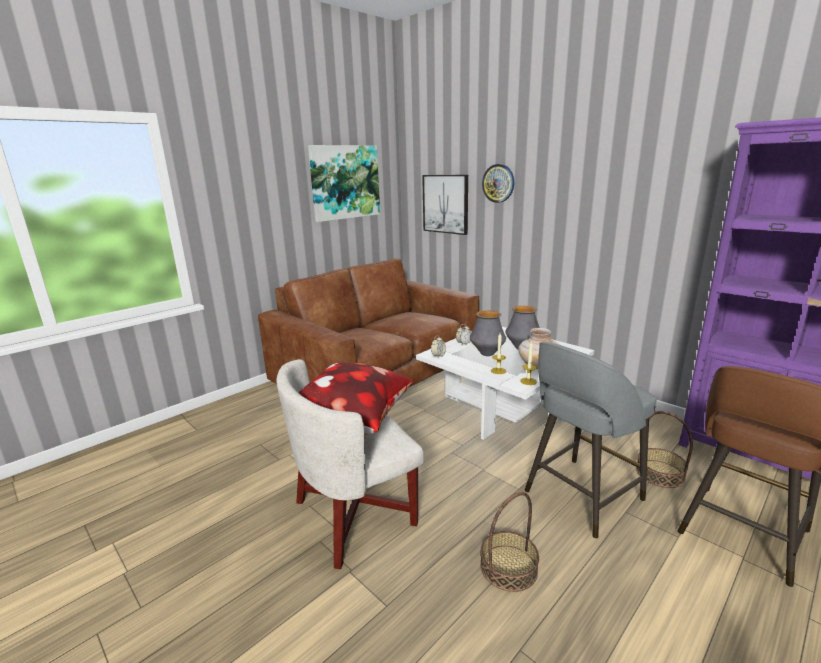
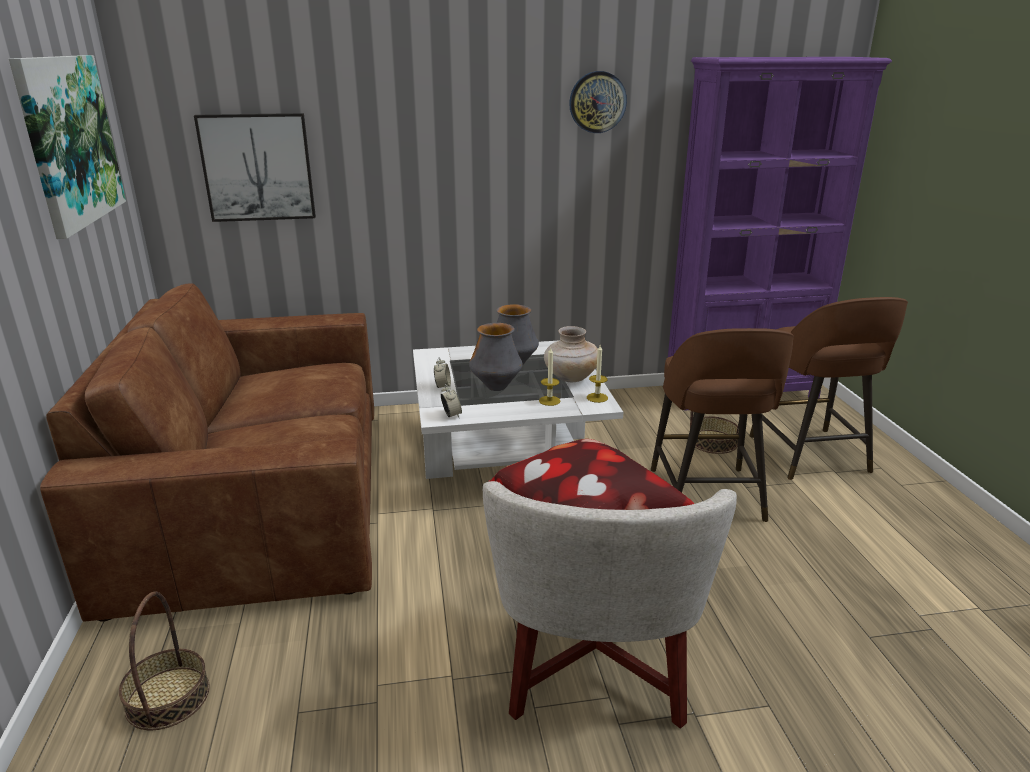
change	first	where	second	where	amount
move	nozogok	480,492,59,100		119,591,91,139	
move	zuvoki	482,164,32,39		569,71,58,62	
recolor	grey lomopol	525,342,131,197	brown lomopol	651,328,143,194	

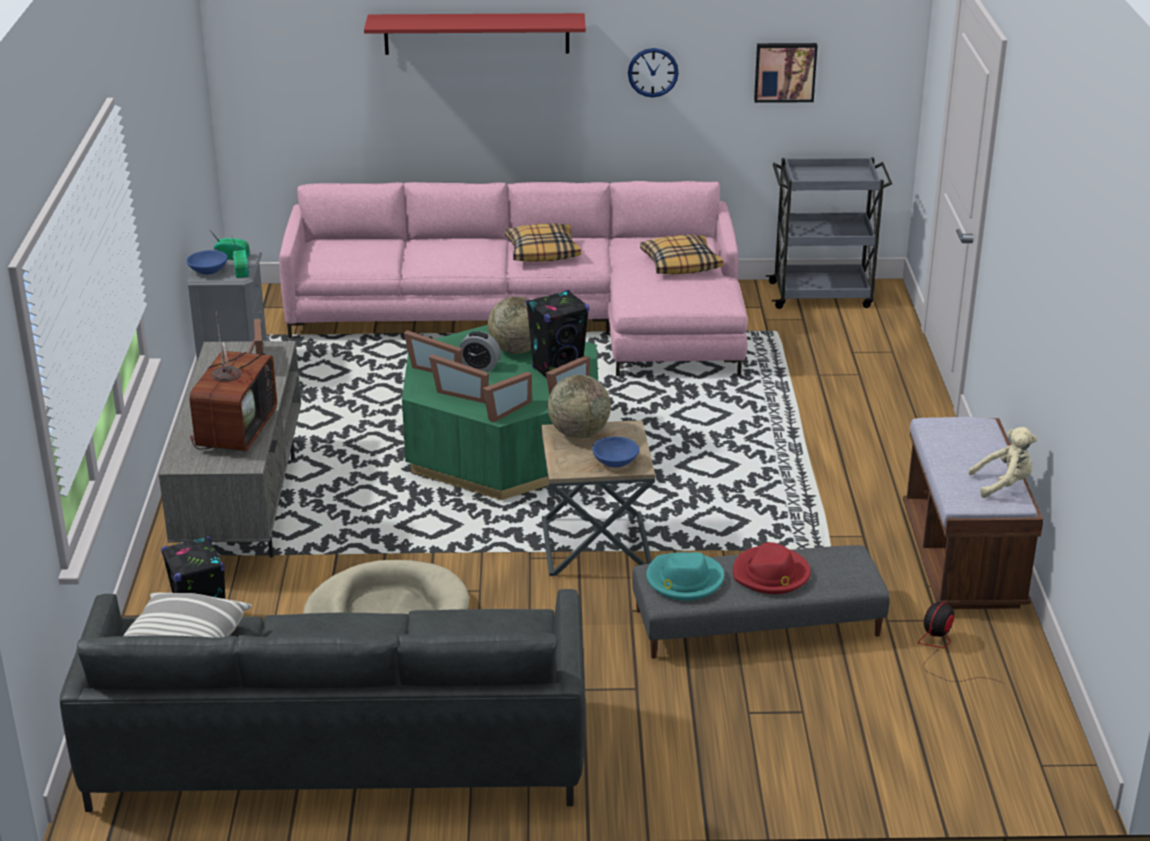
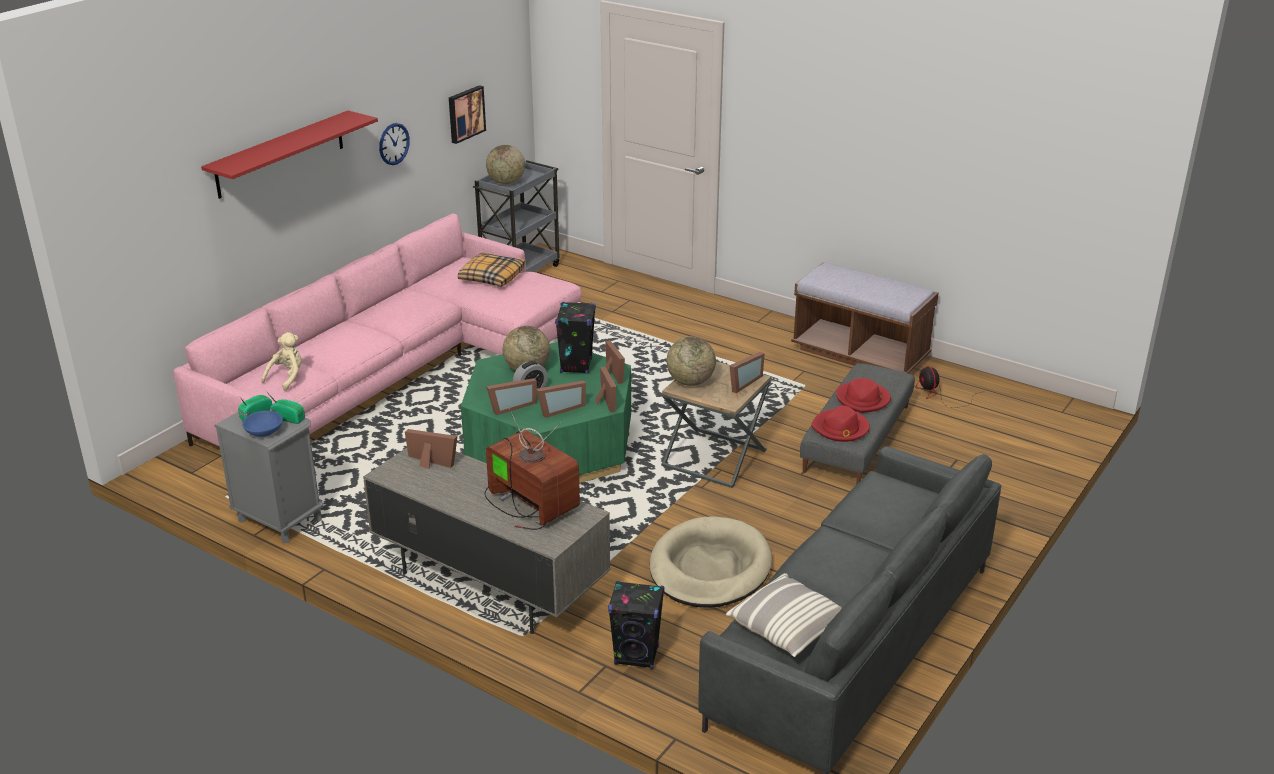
change	first	where	second	where	amount
move	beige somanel	968,427,69,71		261,332,41,59	
insert			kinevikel	486,145,39,39	
replace	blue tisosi	592,436,47,32	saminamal	730,352,35,41	
recolor	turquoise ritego	646,552,78,49	red ritego	811,405,59,37	
delete	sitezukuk	505,223,76,39			

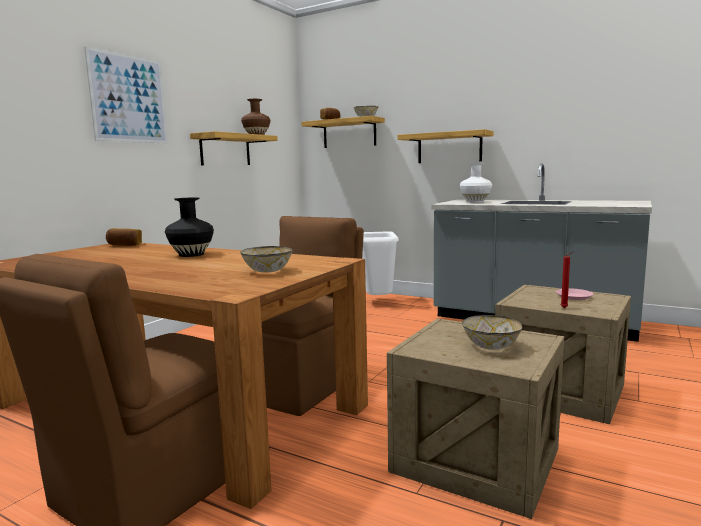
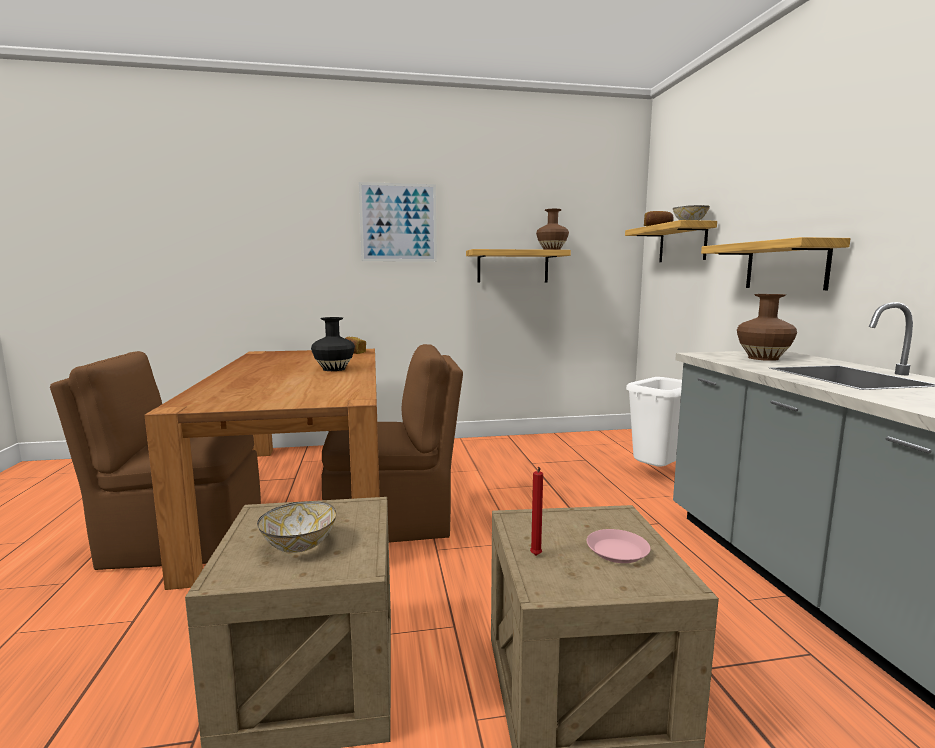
change	first	where	second	where	amount
recolor	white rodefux	459,163,33,40	brown rodefux	737,294,60,67	
delete	tisosi	240,246,53,27			

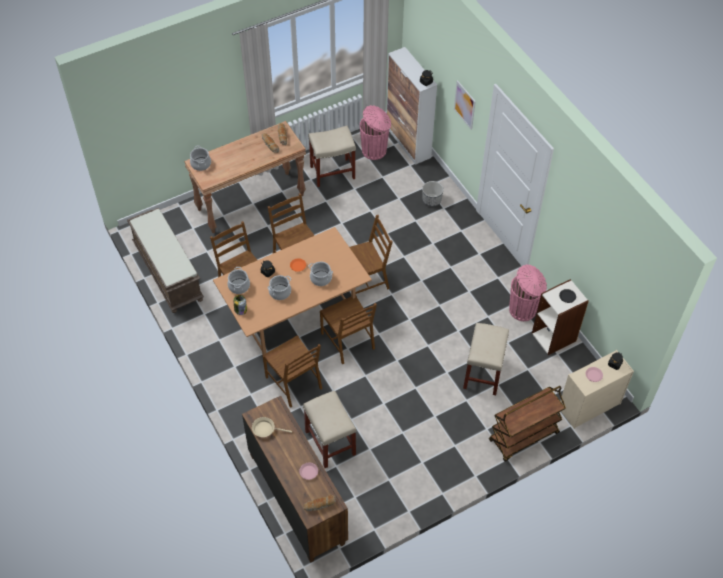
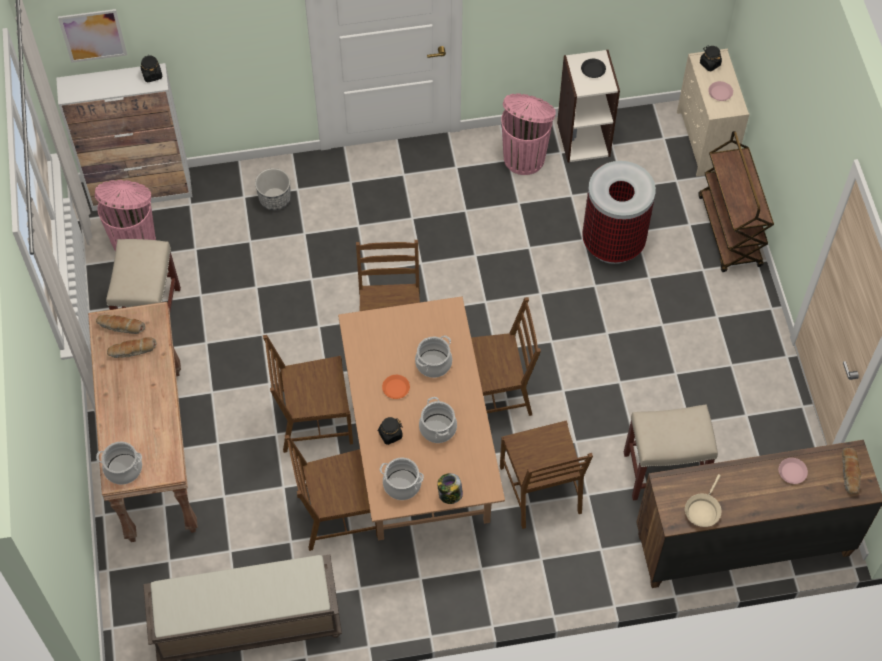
change	first	where	second	where	amount
move	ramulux	454,80,22,50		58,9,69,54	
rotate	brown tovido	263,335,59,73		500,421,93,108	90 degrees clockwise
replace	beige lomopol	463,323,46,72	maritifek	582,161,74,103	

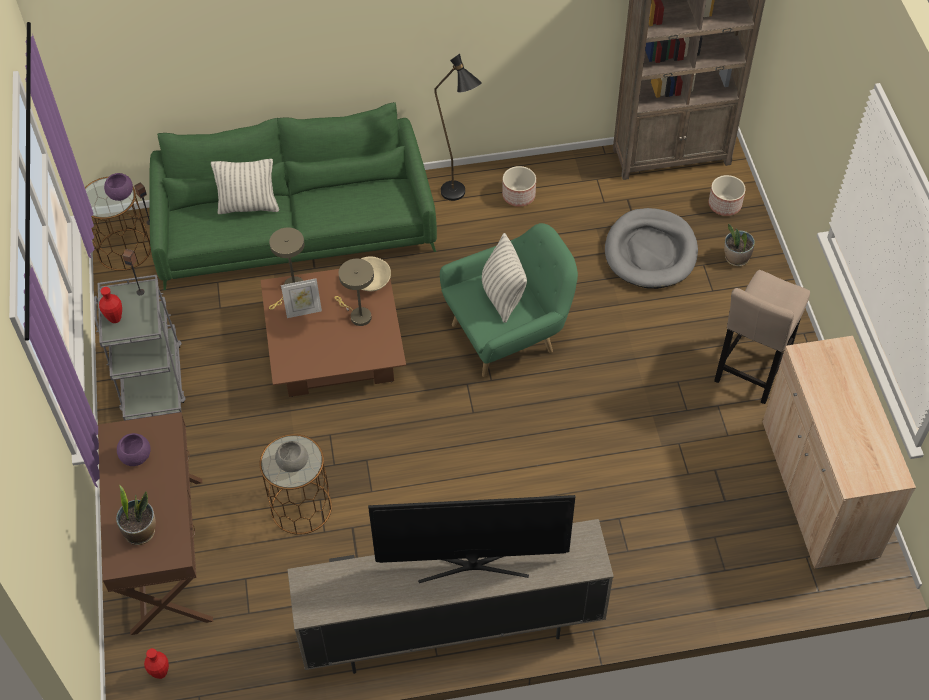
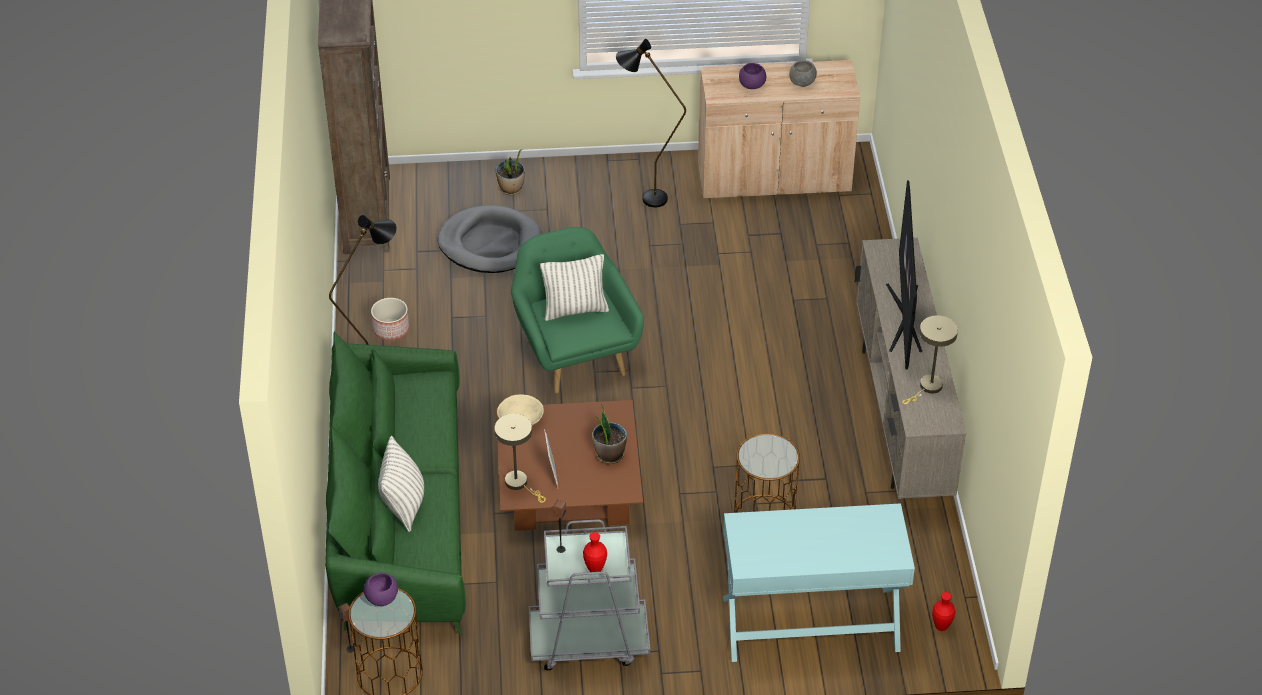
change	first	where	second	where	amount
move	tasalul	116,485,40,60		592,403,35,61	
replace	beige lomopol	714,270,96,134	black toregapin	616,39,70,169	
recolor	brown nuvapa	98,412,115,223	turquoise nuvapa	723,503,192,159	
move	purple tisosi	117,433,34,33		739,63,27,26	
move	grey tisosi	275,441,33,31		789,60,28,27	
move	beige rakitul	334,259,40,67		902,315,56,89	
delete	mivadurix	708,175,38,41			

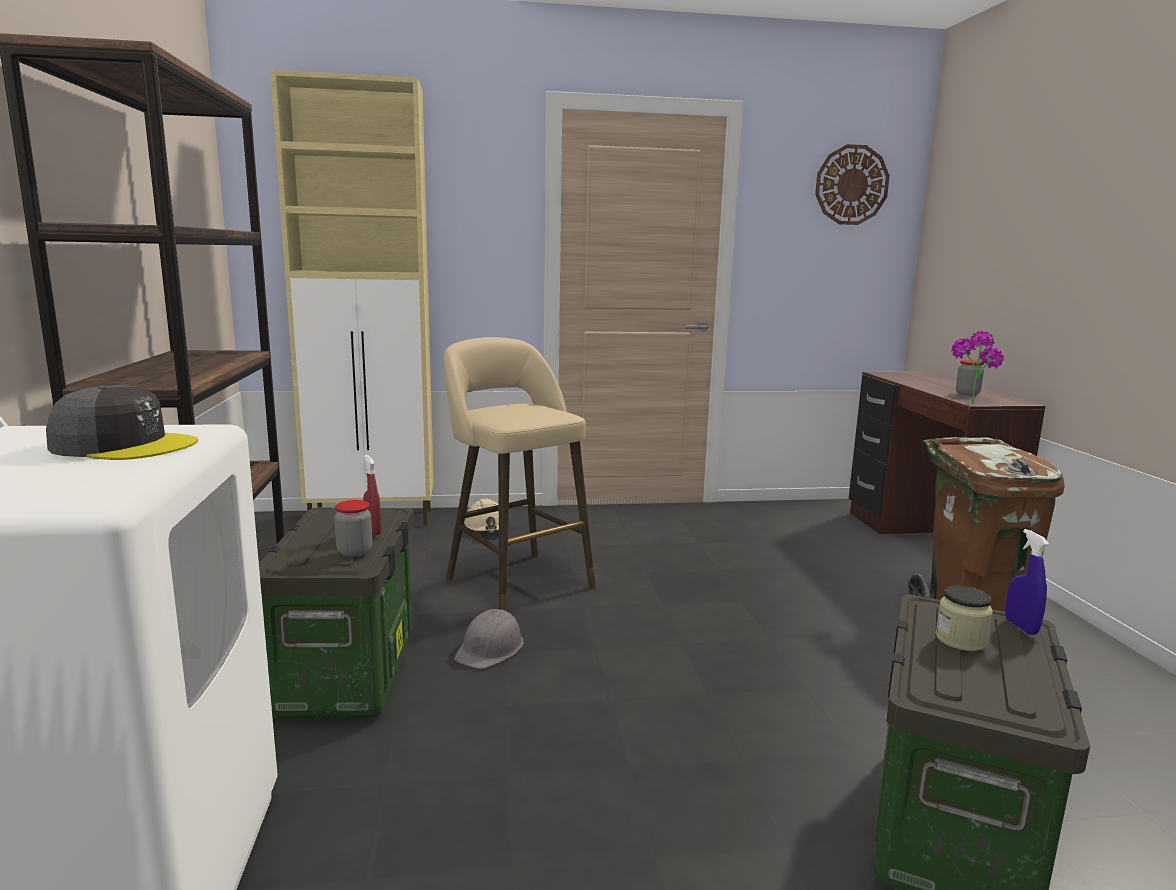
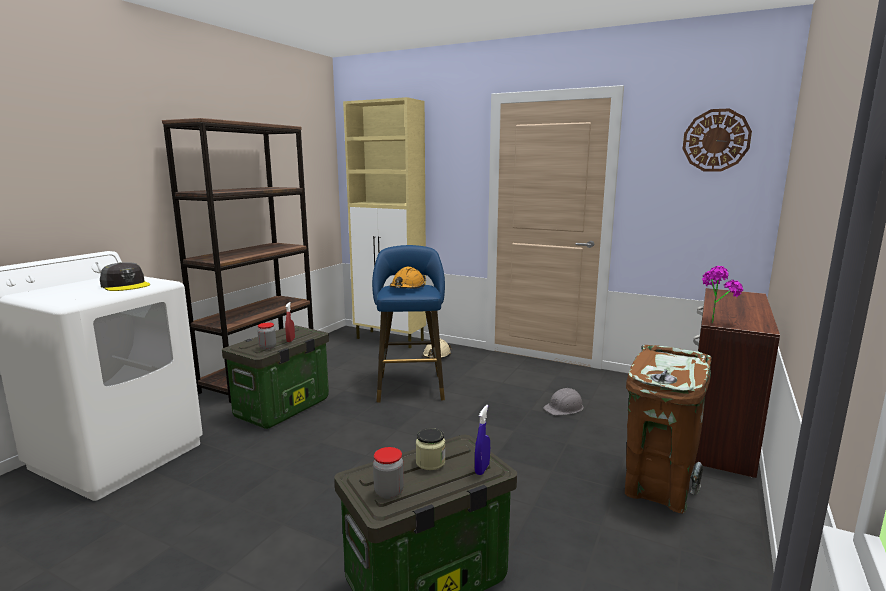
change	first	where	second	where	amount
recolor	beige lomopol	443,337,153,274	blue lomopol	372,245,73,158	
move	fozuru	956,360,28,36		373,447,31,52	
insert			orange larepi	390,267,36,22	
move	grey larepi	454,609,70,60		543,388,40,27	

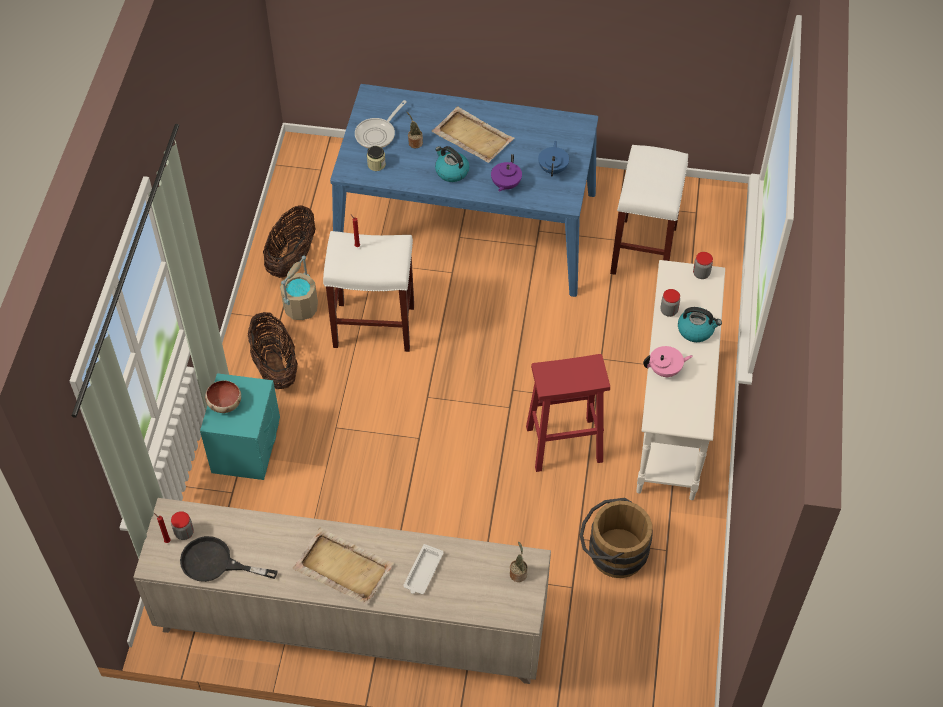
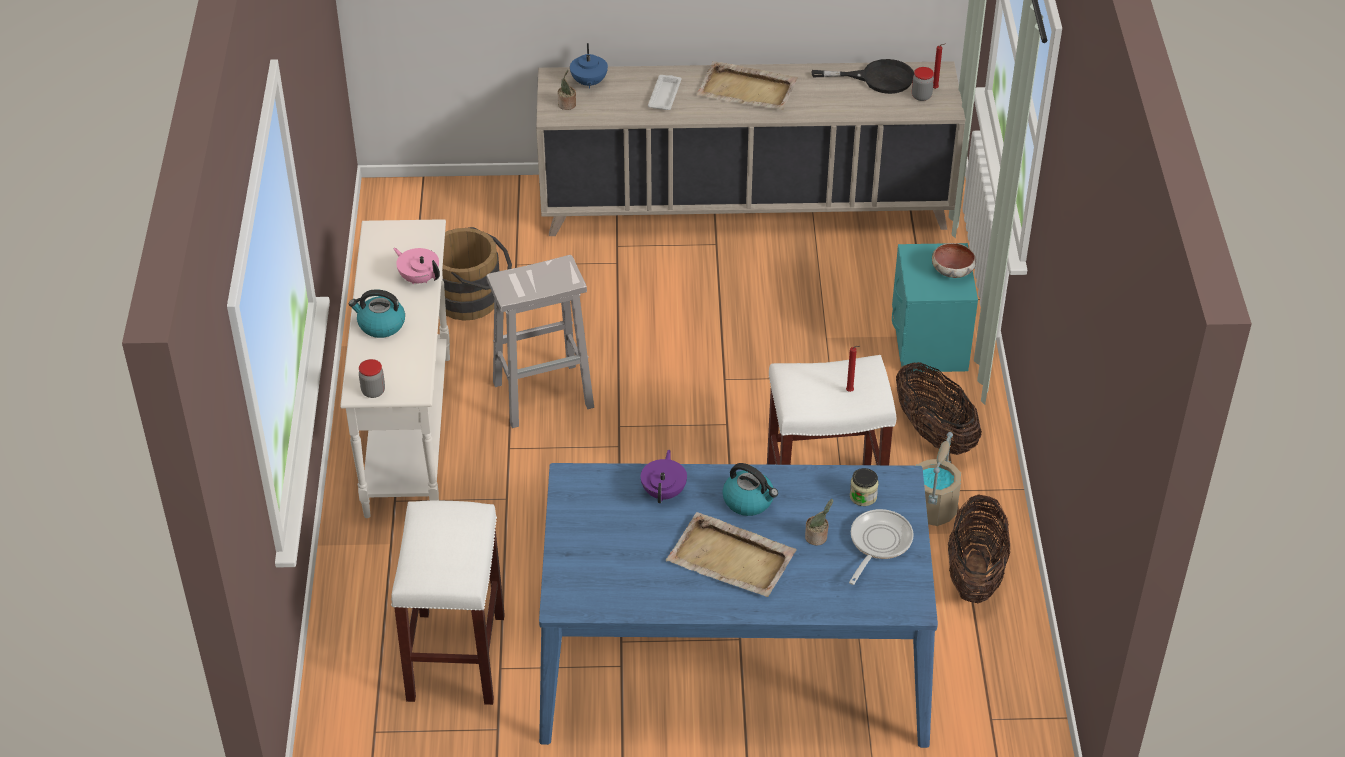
change	first	where	second	where	amount
rotate	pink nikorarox	643,346,50,31		394,248,46,36	60 degrees clockwise
recolor	red lomopol	526,354,84,118	white lomopol	487,255,107,173	
move	blue nikorarox	538,141,31,36		570,43,38,46	
delete	fozuru	660,289,20,28			

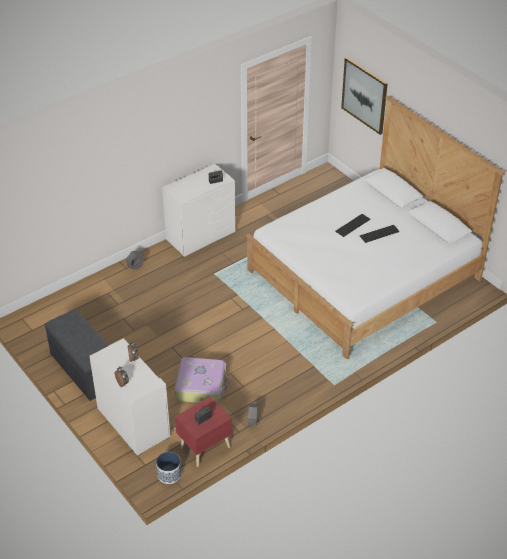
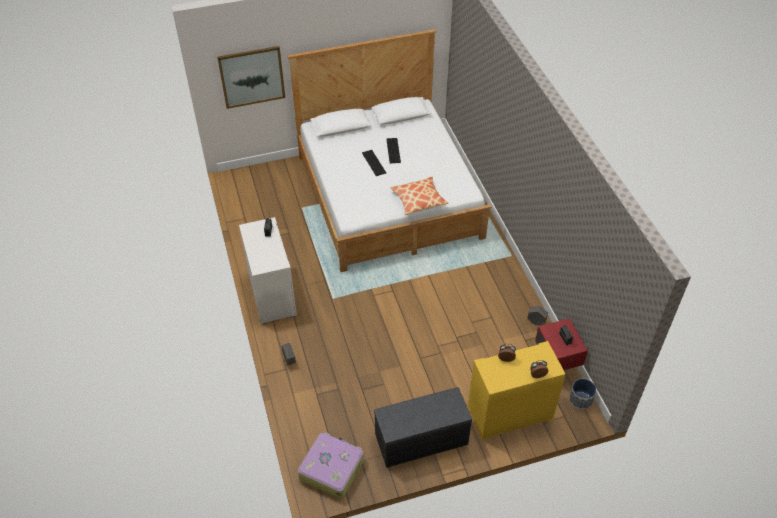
change	first	where	second	where	amount
move	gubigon	175,357,54,47		298,432,66,67	
insert			sitezukuk	391,177,57,38	
recolor	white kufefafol	89,338,81,119	yellow kufefafol	468,341,98,99	

